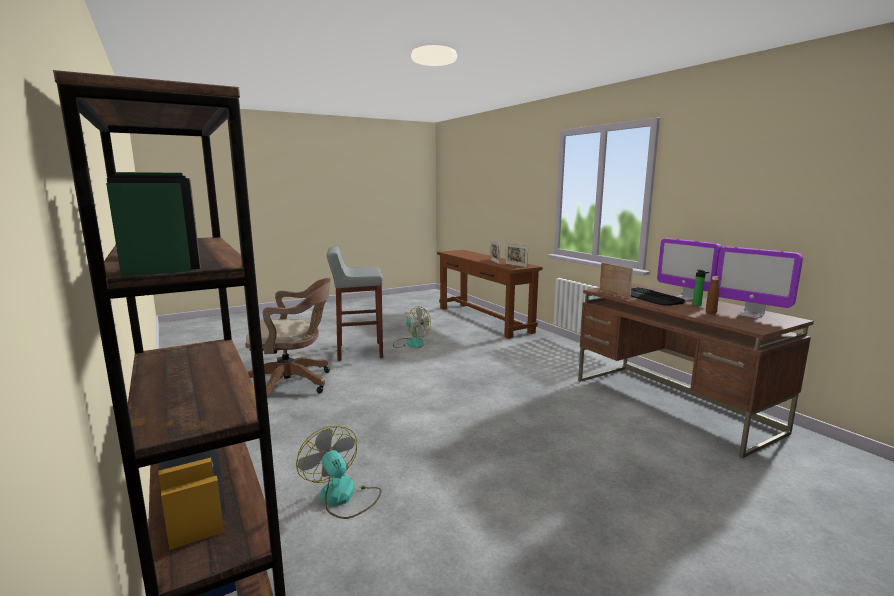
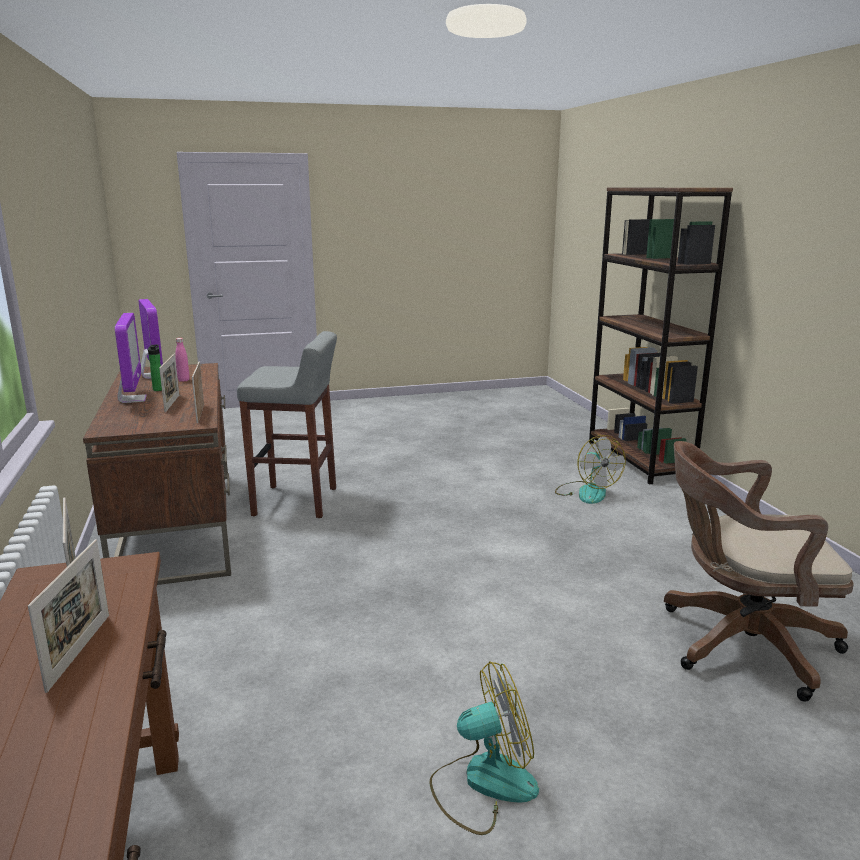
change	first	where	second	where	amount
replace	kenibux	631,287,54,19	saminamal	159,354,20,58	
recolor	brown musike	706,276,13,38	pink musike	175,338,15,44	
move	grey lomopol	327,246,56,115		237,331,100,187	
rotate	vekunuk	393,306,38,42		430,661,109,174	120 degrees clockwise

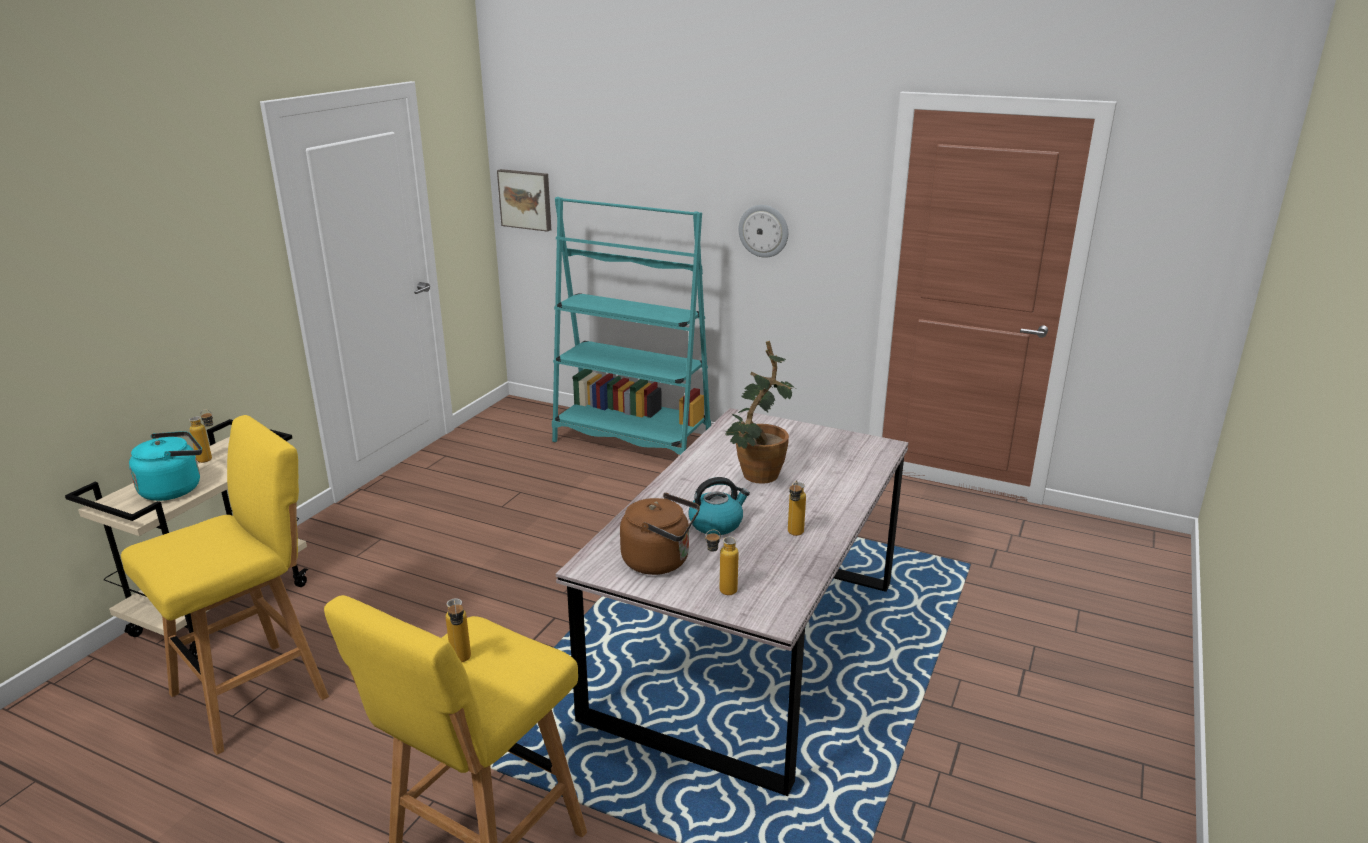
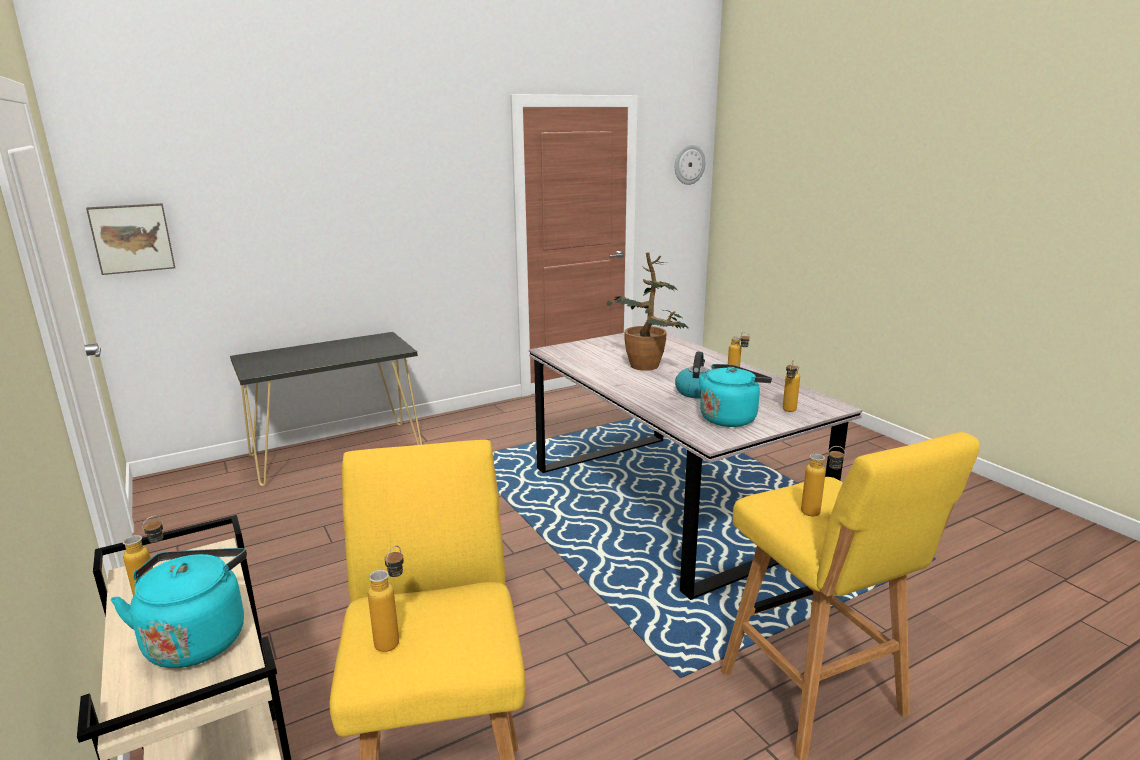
change	first	where	second	where	amount
replace	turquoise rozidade	552,197,159,258	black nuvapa	230,332,192,154	
insert			musike	368,546,36,106	
move	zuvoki	738,205,50,53		675,144,30,41	
recolor	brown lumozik	620,493,80,82	turquoise lumozik	699,364,73,63	

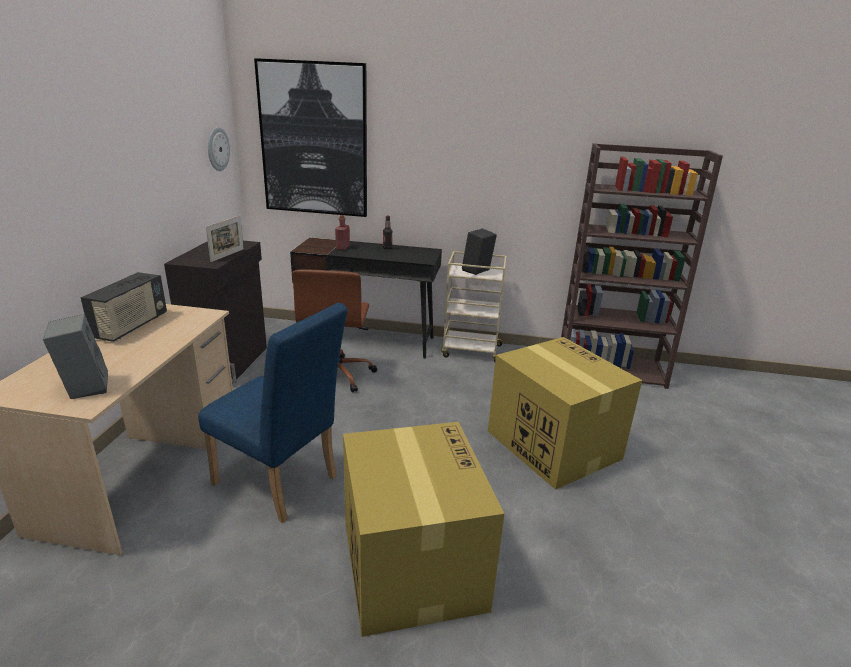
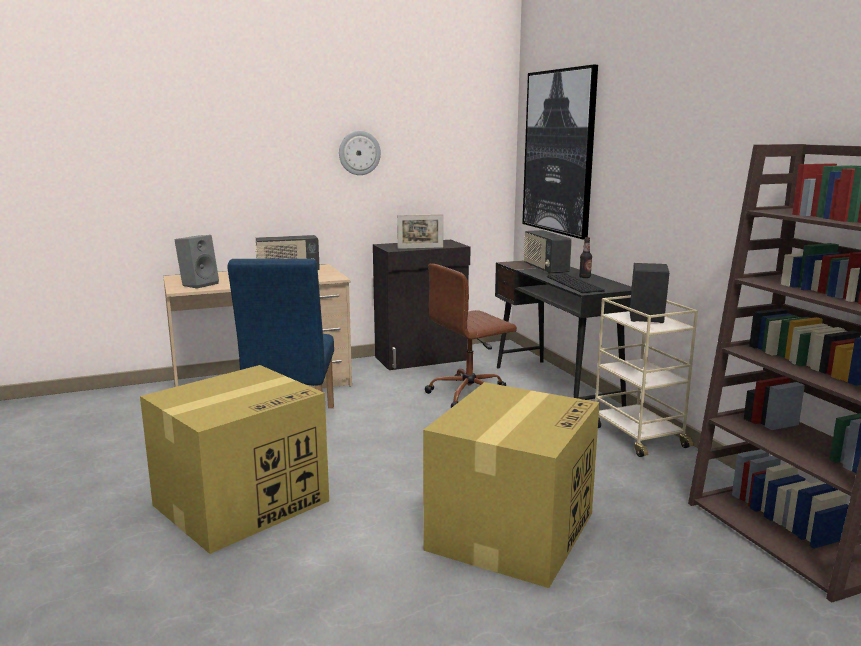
change	first	where	second	where	amount
move	zuvoki	208,127,22,44		339,131,42,44	
replace	red musike	335,215,15,35	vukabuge	523,230,49,44	
insert			kenibux	547,274,58,19	

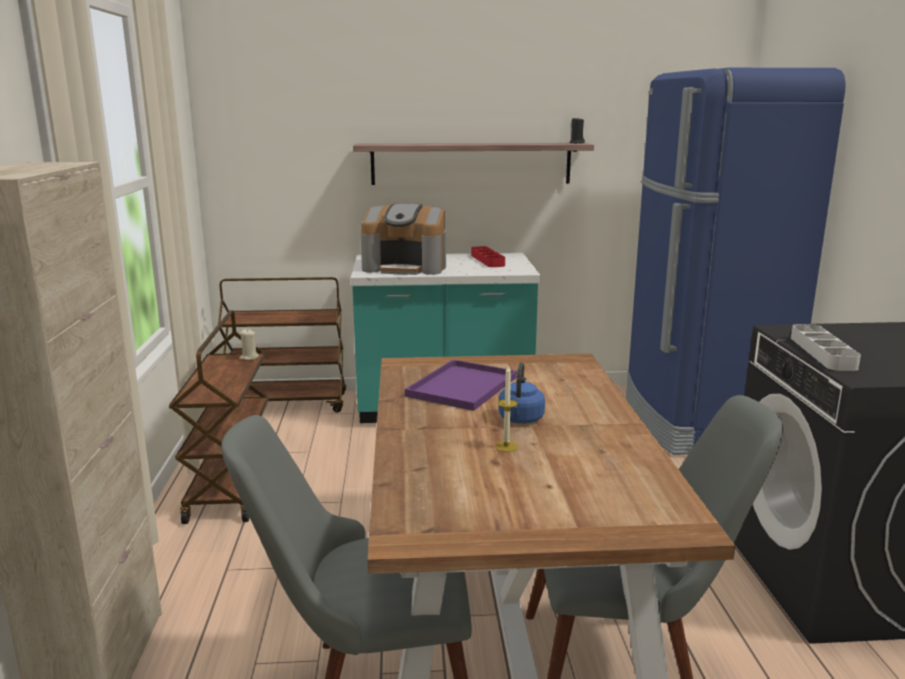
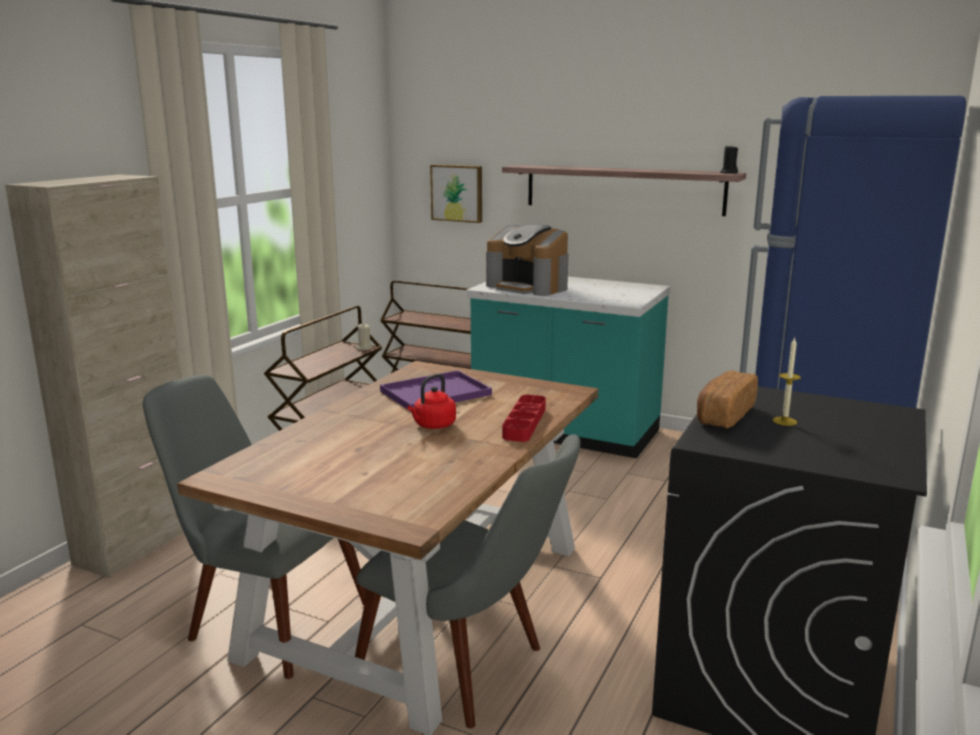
change	first	where	second	where	amount
recolor	blue lumozik	499,363,46,61	red lumozik	407,374,49,55	
insert			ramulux	430,164,52,59	
move	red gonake	471,246,34,21		502,395,44,47	
replace	grey gonake	791,324,70,47	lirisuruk	697,371,61,58	
move	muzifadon	495,365,23,87		773,337,28,89	

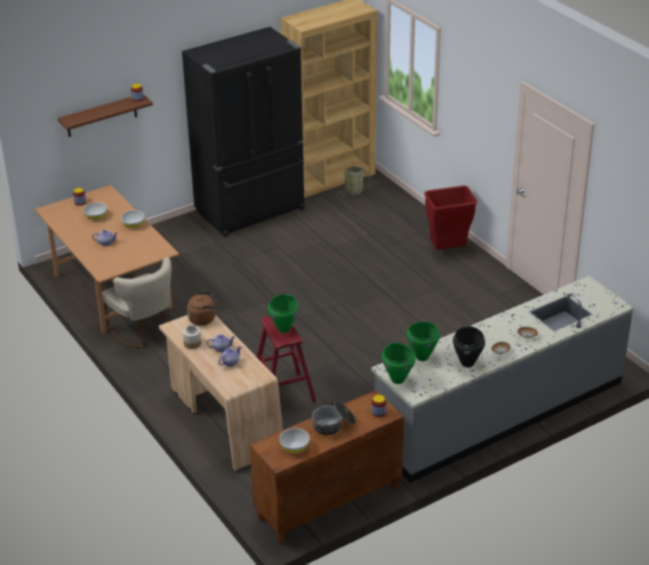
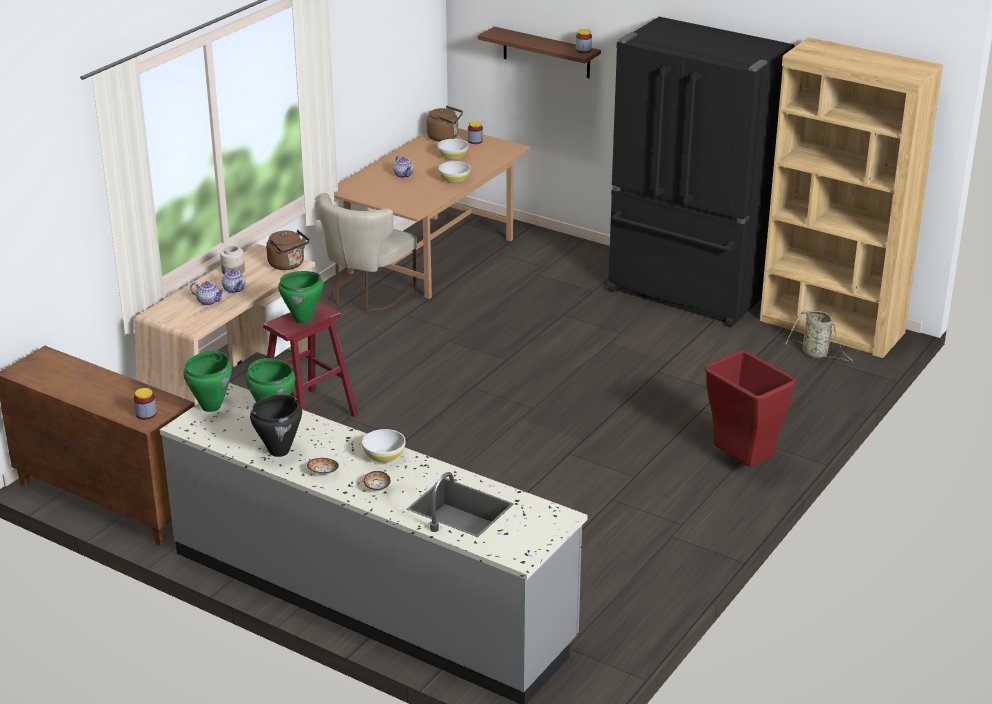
change	first	where	second	where	amount
move	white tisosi	279,428,31,25		362,429,44,34	
insert			brown lumozik	427,106,36,35	
delete	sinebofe	312,402,44,33			

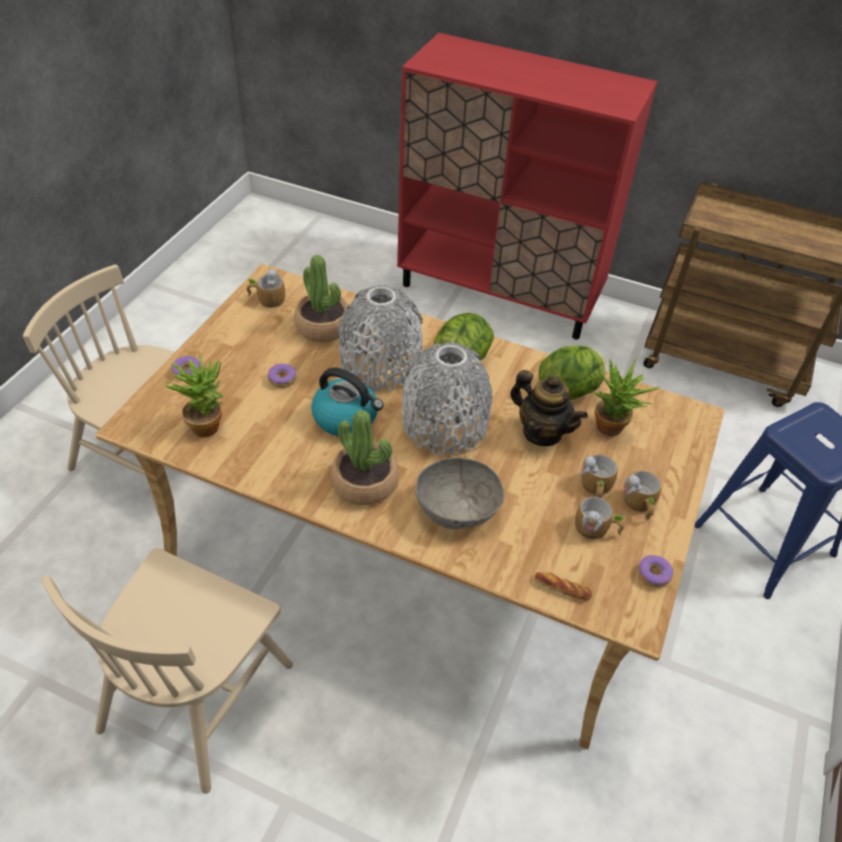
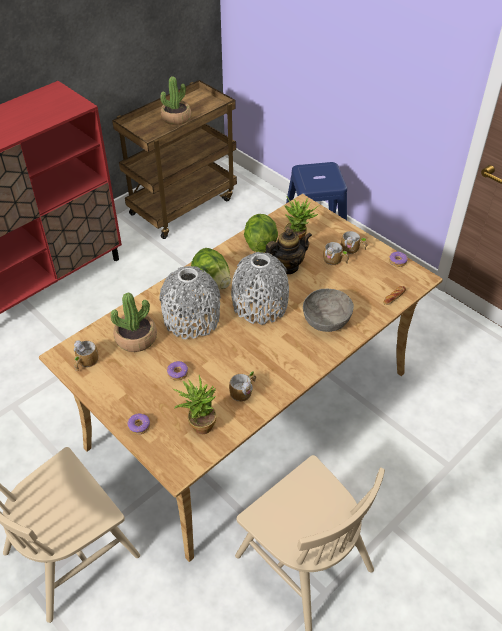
change	first	where	second	where	amount
move	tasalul	331,410,68,95		160,76,31,49	
move	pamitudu	575,497,50,42		229,371,27,31	
delete	lumozik	311,368,73,68			

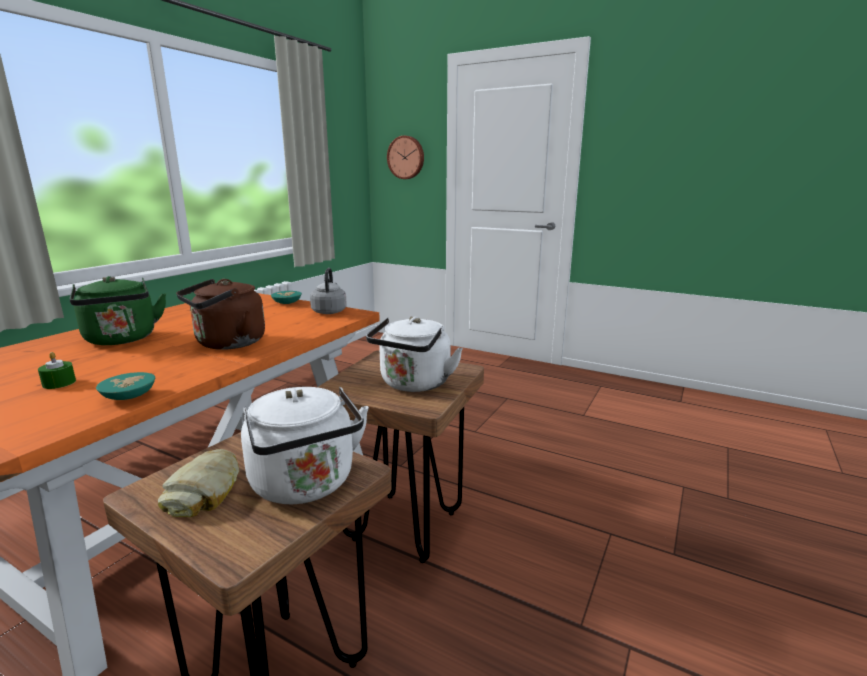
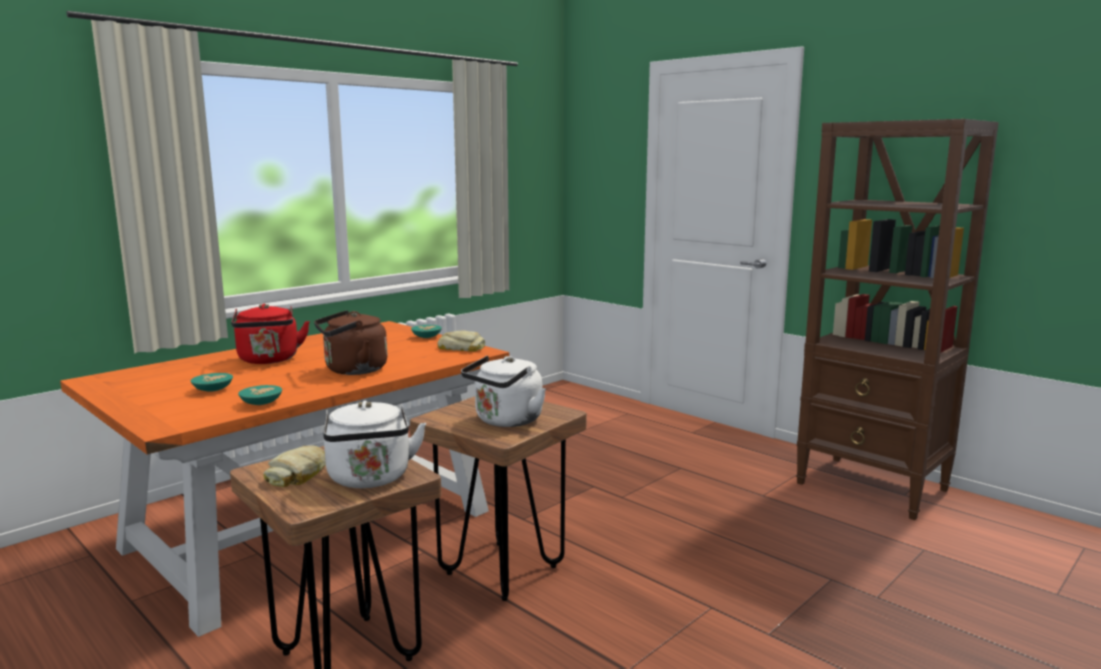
change	first	where	second	where	amount
replace	green muzifadon	38,352,38,37	turquoise tisosi	191,373,42,19	
recolor	green lumozik	70,276,96,69	red lumozik	231,304,79,60	
replace	grey lumozik	310,268,37,46	lirisuruk	438,331,47,21	
insert			brown rozidade	796,119,203,401	
delete	zuvoki	387,136,37,43			

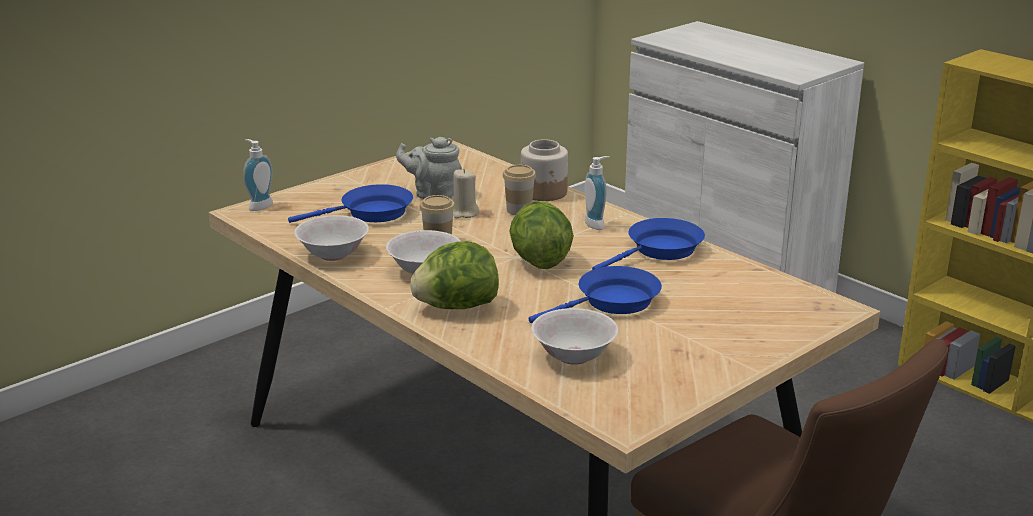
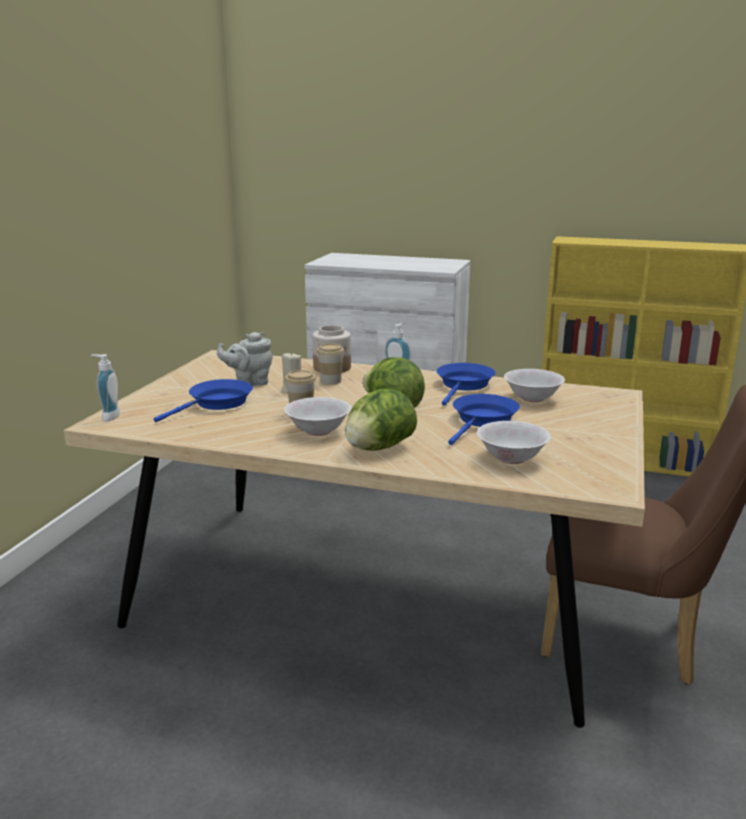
change	first	where	second	where	amount
move	white tisosi	294,215,75,46		504,369,61,33	

